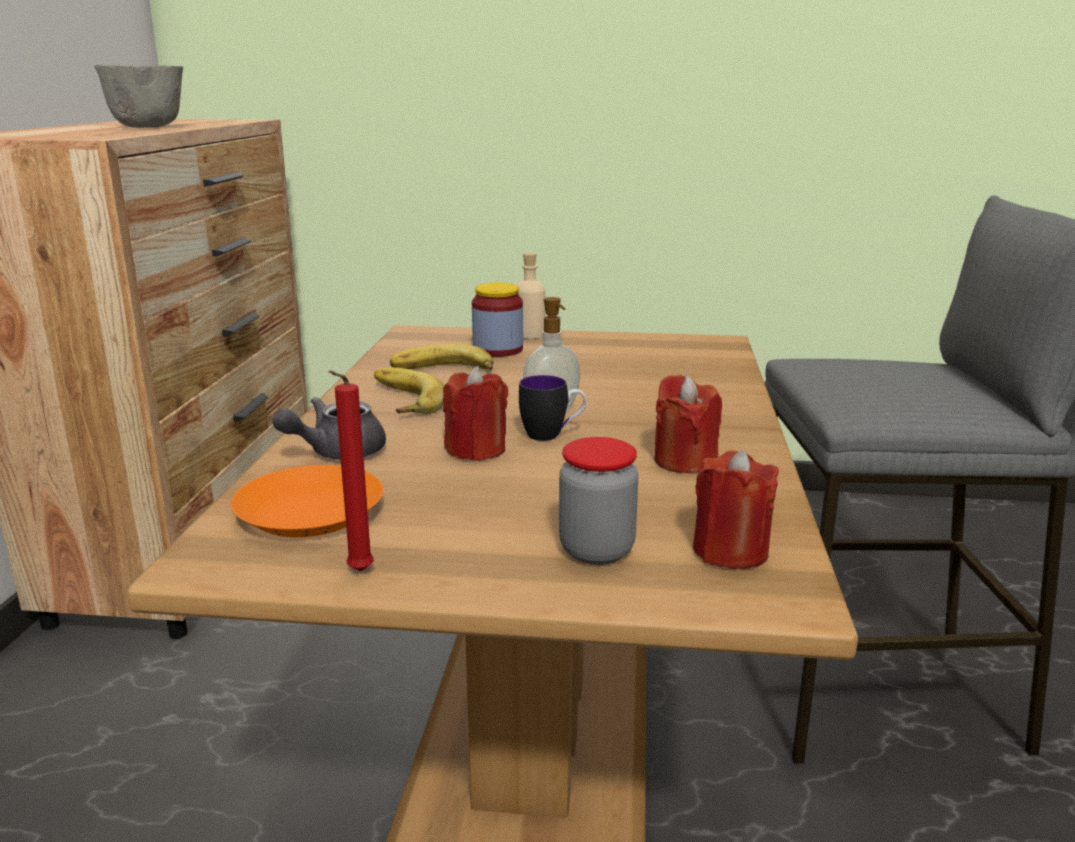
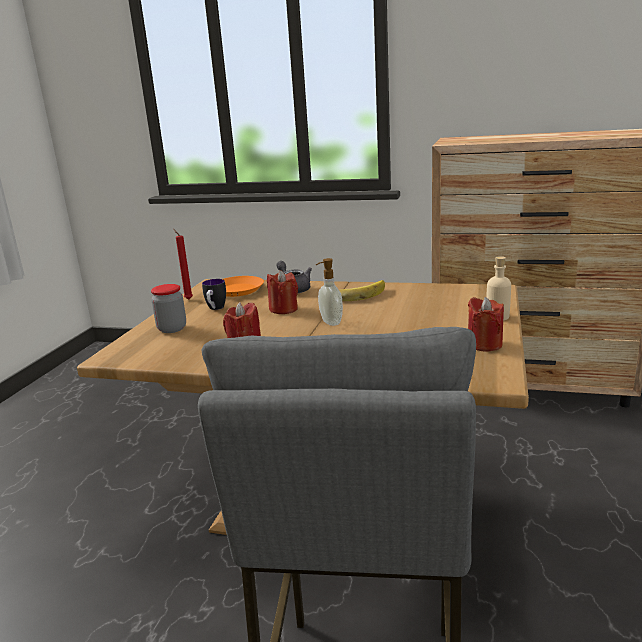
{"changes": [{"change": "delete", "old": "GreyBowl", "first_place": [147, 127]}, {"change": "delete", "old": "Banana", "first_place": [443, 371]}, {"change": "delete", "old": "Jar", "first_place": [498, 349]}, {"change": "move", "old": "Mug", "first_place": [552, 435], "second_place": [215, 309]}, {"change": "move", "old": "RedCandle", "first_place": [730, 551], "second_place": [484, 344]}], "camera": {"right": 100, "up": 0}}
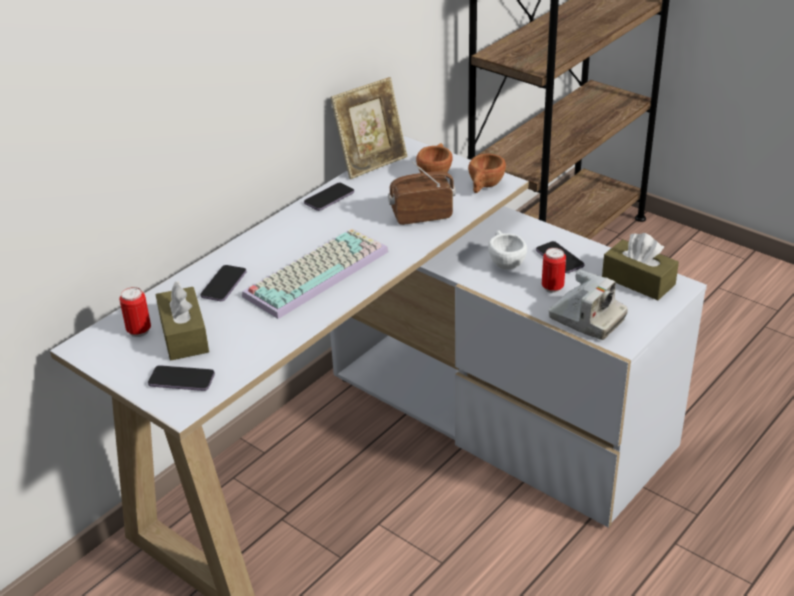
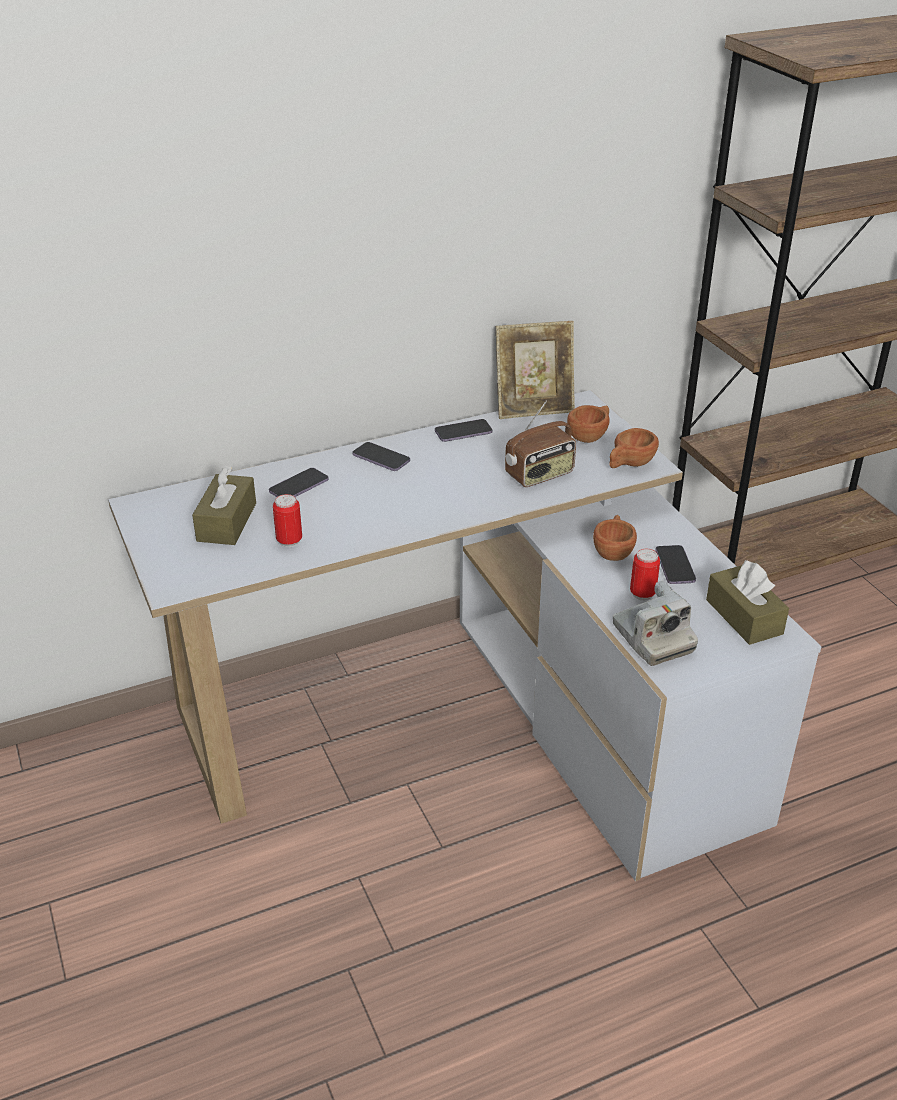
{"changes": [{"change": "move", "old": "Can", "first_place": [139, 331], "second_place": [289, 541]}, {"change": "move", "old": "Phone", "first_place": [181, 380], "second_place": [381, 458]}, {"change": "delete", "old": "Keyboard", "first_place": [316, 271]}, {"change": "rotate", "old": "Radio", "first_place": [421, 215], "second_place": [540, 475], "degrees": 135}, {"change": "recolor", "old": "WhiteCup", "new": "BrownCup", "first_place": [504, 261], "second_place": [613, 551]}], "camera": {"right": 25, "up": 0}}
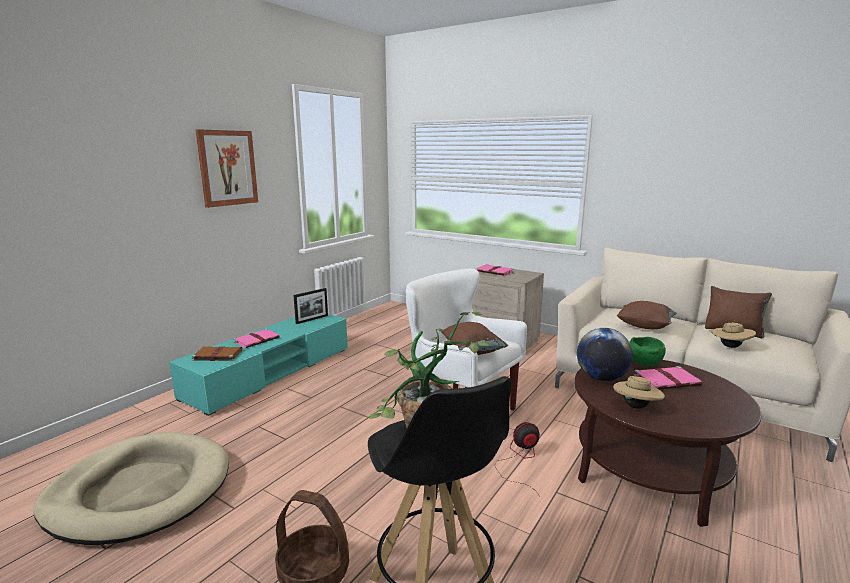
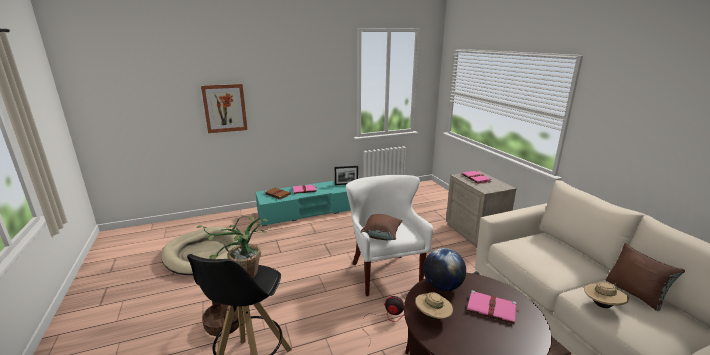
{"changes": [{"change": "move", "old": "Picture", "first_place": [227, 168], "second_place": [225, 108]}, {"change": "delete", "old": "BrownPillow", "first_place": [645, 326]}, {"change": "delete", "old": "GreenBowl", "first_place": [644, 363]}], "camera": {"right": 35, "up": 5}}
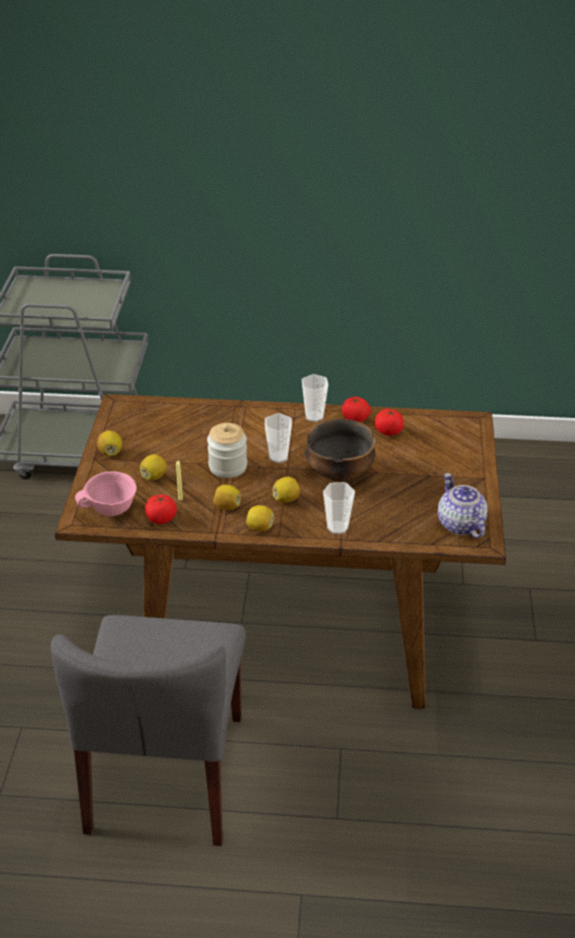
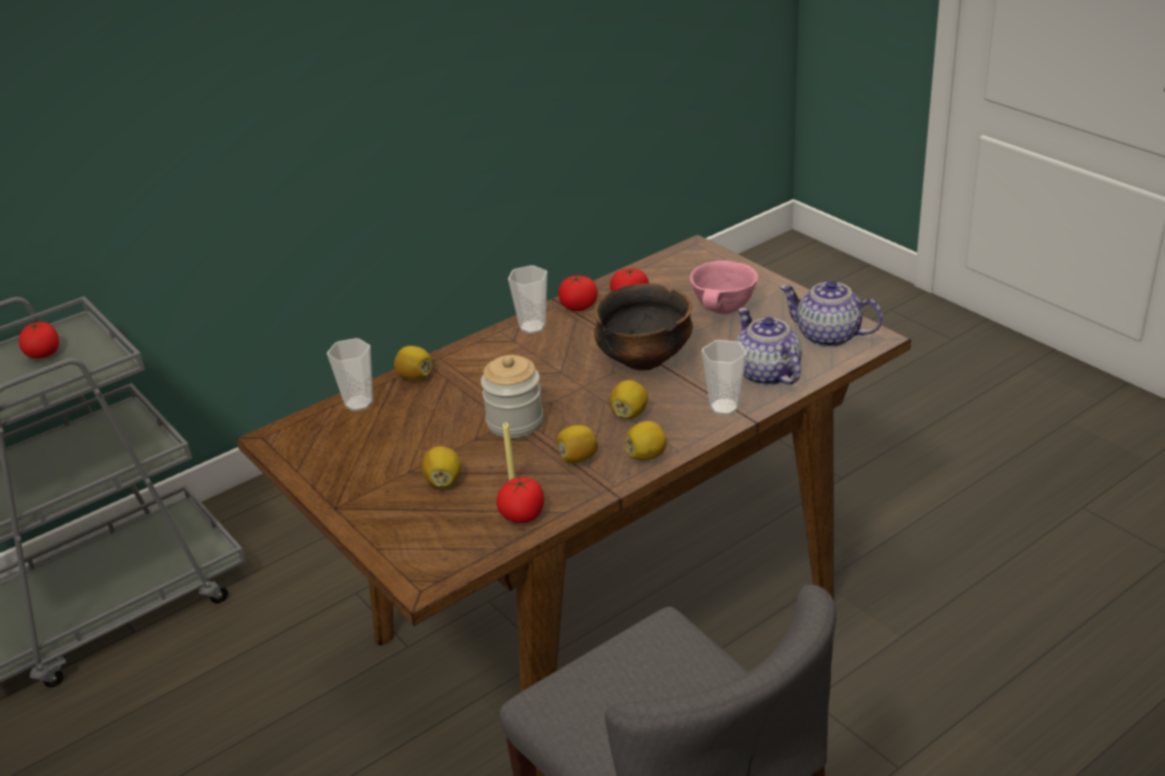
{"changes": [{"change": "move", "old": "PinkBowl", "first_place": [111, 510], "second_place": [724, 309]}, {"change": "move", "old": "Lemon", "first_place": [111, 452], "second_place": [415, 376]}, {"change": "move", "old": "Cup", "first_place": [278, 457], "second_place": [359, 403]}, {"change": "insert", "new": "Tomato", "second_place": [44, 354]}, {"change": "insert", "new": "Teapot", "second_place": [767, 374]}], "camera": {"right": -40, "up": -5}}
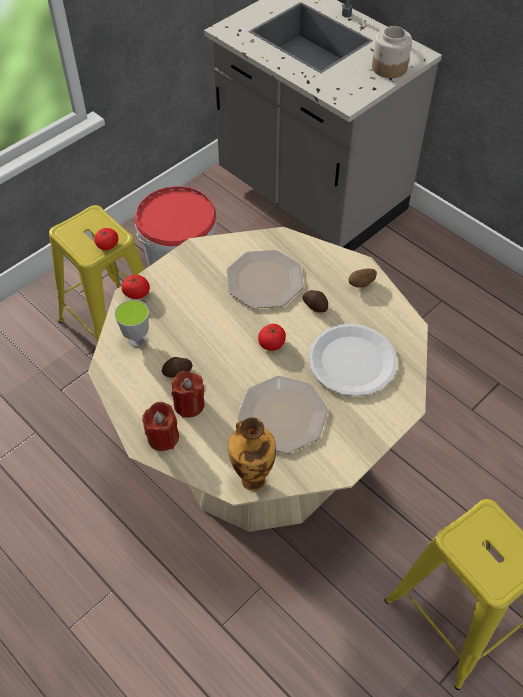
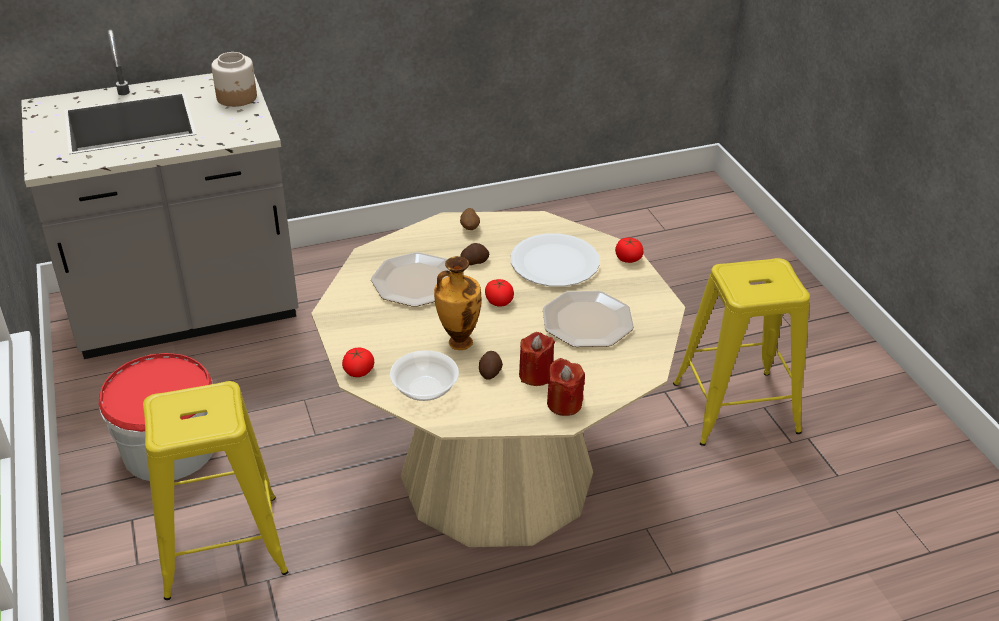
{"changes": [{"change": "move", "old": "Tomato", "first_place": [107, 245], "second_place": [628, 258]}, {"change": "replace", "old": "Cup", "new": "Bowl", "first_place": [137, 340], "second_place": [425, 388]}, {"change": "move", "old": "Vase", "first_place": [252, 478], "second_place": [458, 342]}], "camera": {"right": -65, "up": -15}}
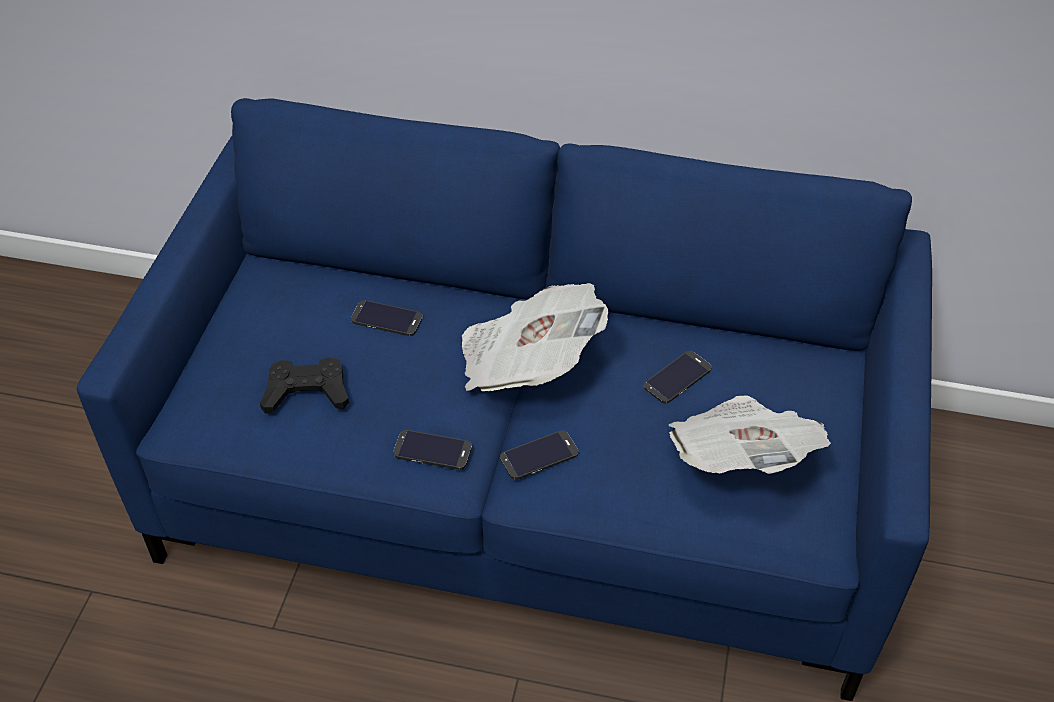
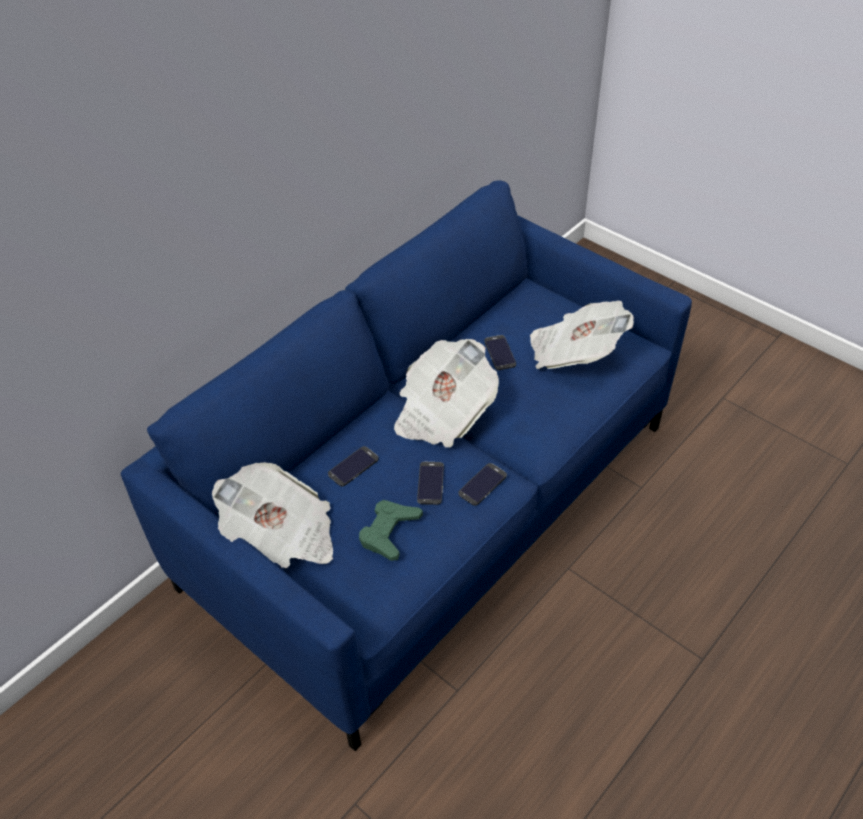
{"changes": [{"change": "recolor", "old": "BlackGameController", "new": "GreenGameController", "first_place": [306, 392], "second_place": [389, 532]}, {"change": "move", "old": "Phone", "first_place": [539, 455], "second_place": [430, 483]}, {"change": "insert", "new": "Newspaper", "second_place": [282, 536]}], "camera": {"right": -60, "up": 0}}
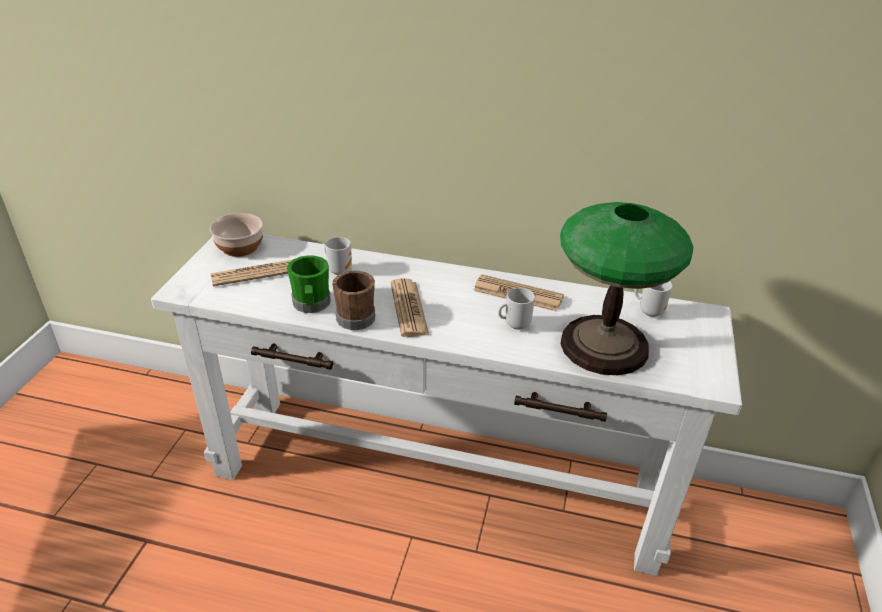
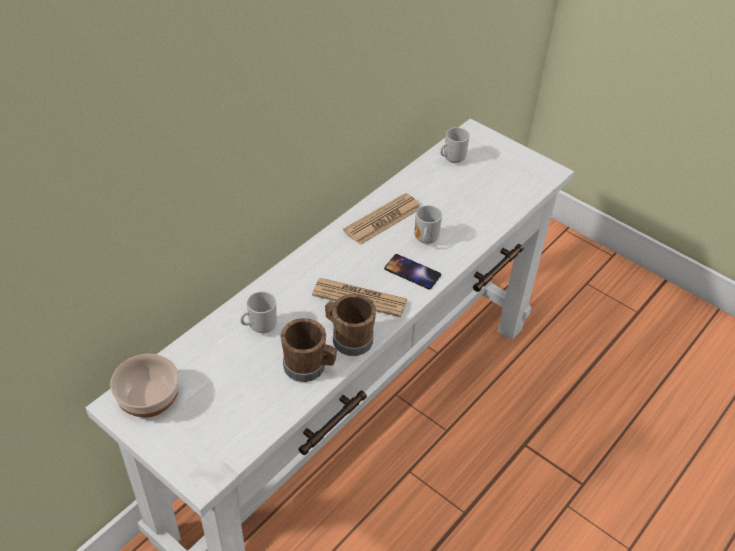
{"changes": [{"change": "delete", "old": "Newspaper", "first_place": [255, 273]}, {"change": "recolor", "old": "GreenMug", "new": "BrownMug", "first_place": [311, 305], "second_place": [309, 367]}, {"change": "delete", "old": "TableLamp", "first_place": [605, 345]}, {"change": "insert", "new": "Phone", "second_place": [412, 272]}], "camera": {"right": -65, "up": 10}}
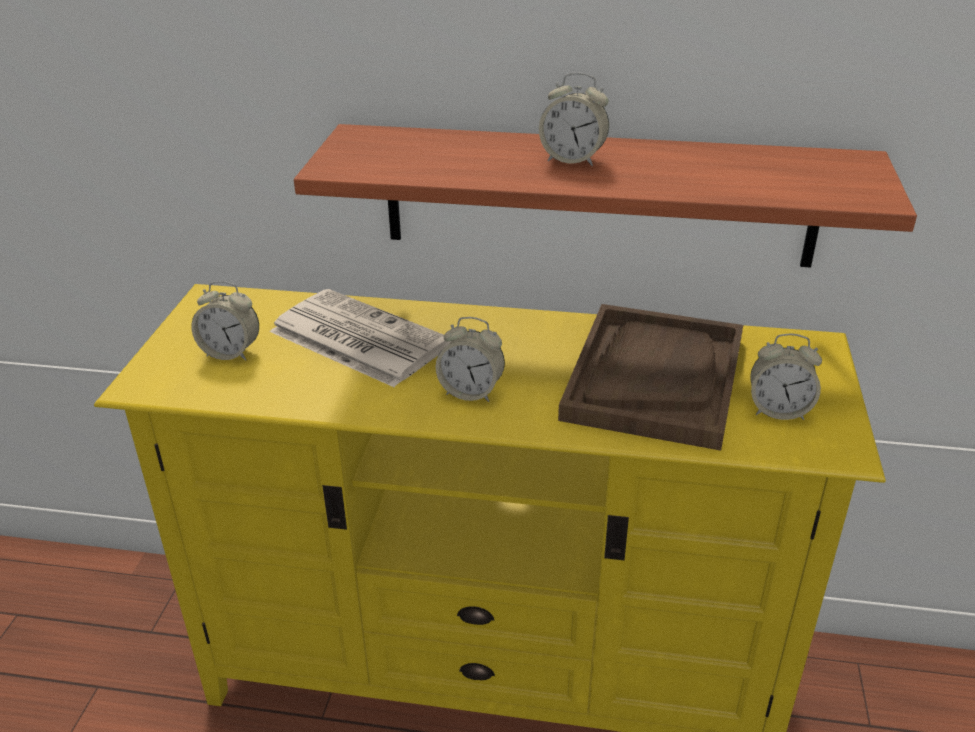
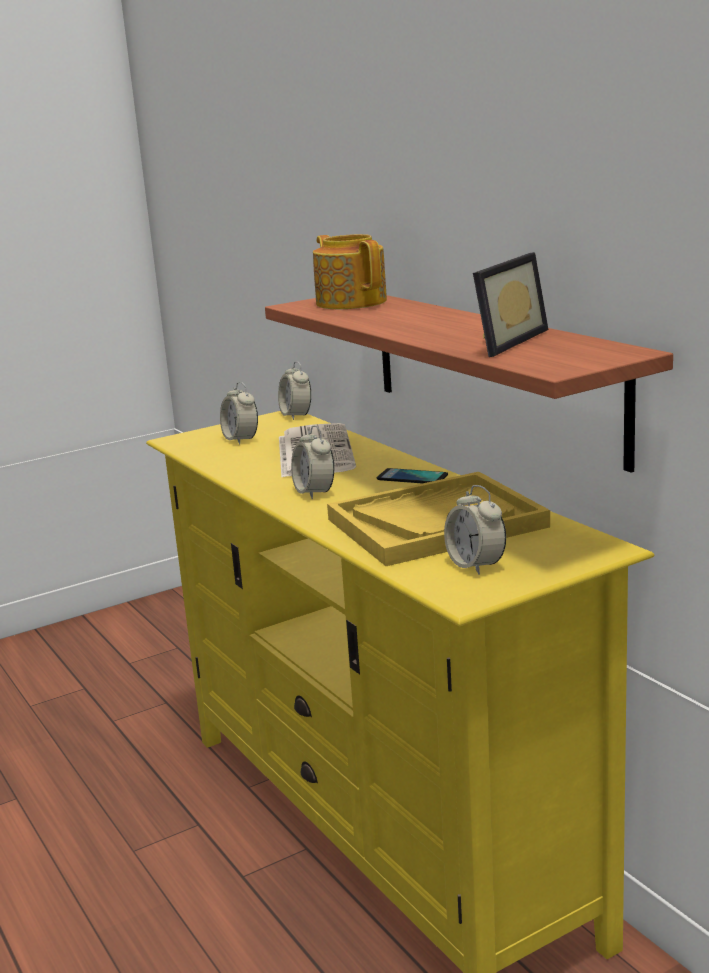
{"changes": [{"change": "move", "old": "AlarmClock", "first_place": [573, 160], "second_place": [296, 416]}, {"change": "recolor", "old": "BrownTray", "new": "YellowTray", "first_place": [654, 377], "second_place": [436, 523]}, {"change": "insert", "new": "Teapot", "second_place": [351, 302]}, {"change": "insert", "new": "Phone", "second_place": [412, 478]}, {"change": "insert", "new": "PictureFrame", "second_place": [501, 342]}], "camera": {"right": 50, "up": -15}}
